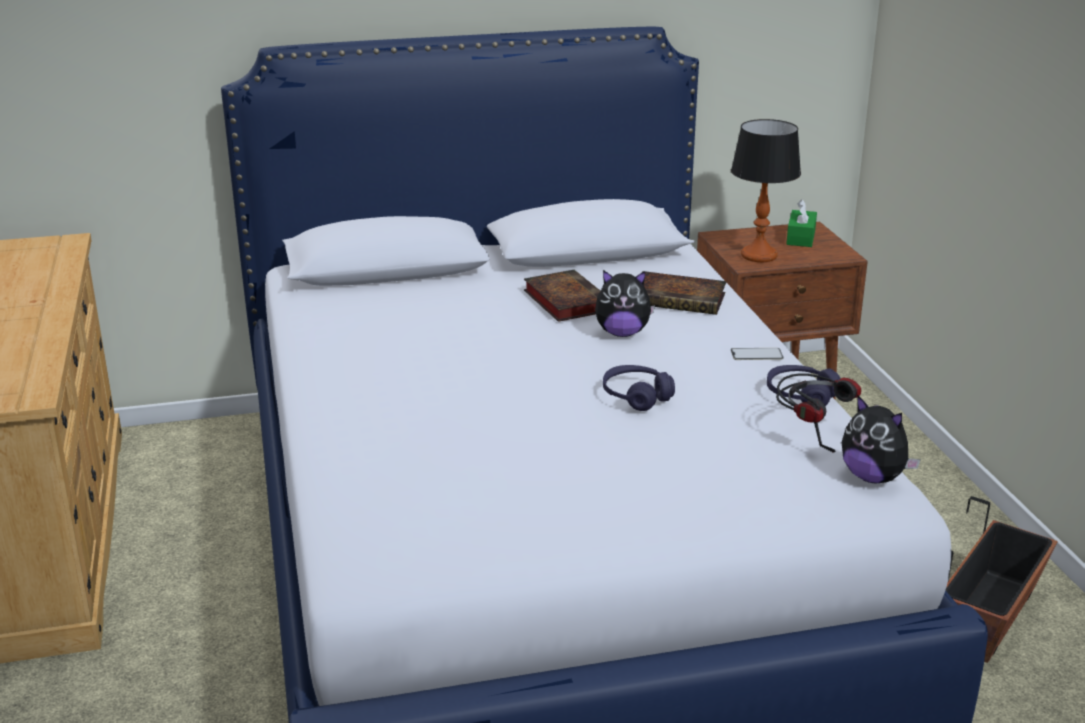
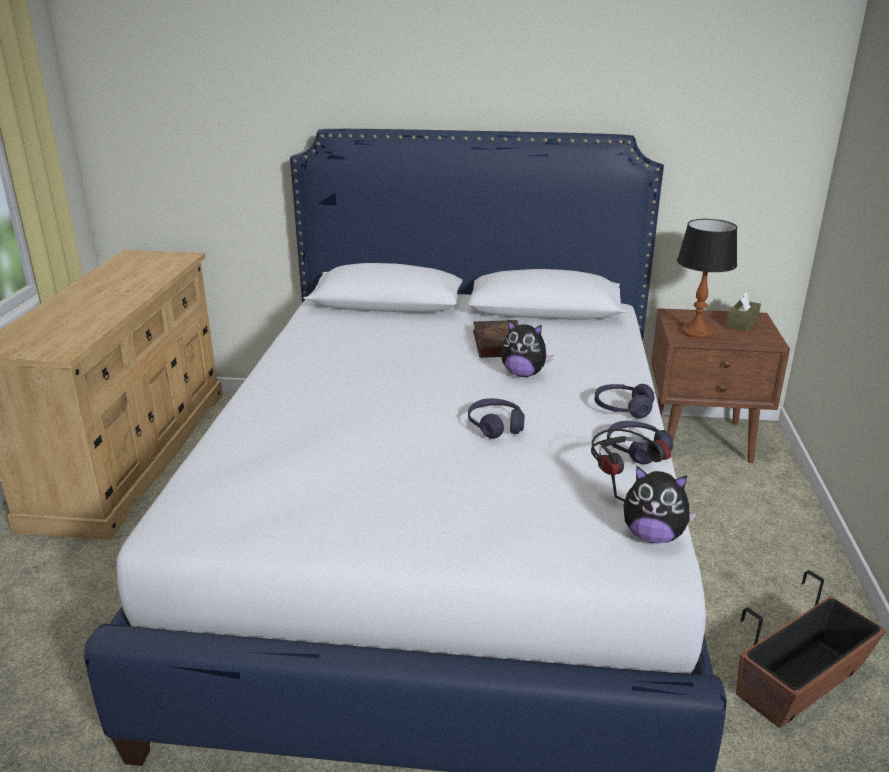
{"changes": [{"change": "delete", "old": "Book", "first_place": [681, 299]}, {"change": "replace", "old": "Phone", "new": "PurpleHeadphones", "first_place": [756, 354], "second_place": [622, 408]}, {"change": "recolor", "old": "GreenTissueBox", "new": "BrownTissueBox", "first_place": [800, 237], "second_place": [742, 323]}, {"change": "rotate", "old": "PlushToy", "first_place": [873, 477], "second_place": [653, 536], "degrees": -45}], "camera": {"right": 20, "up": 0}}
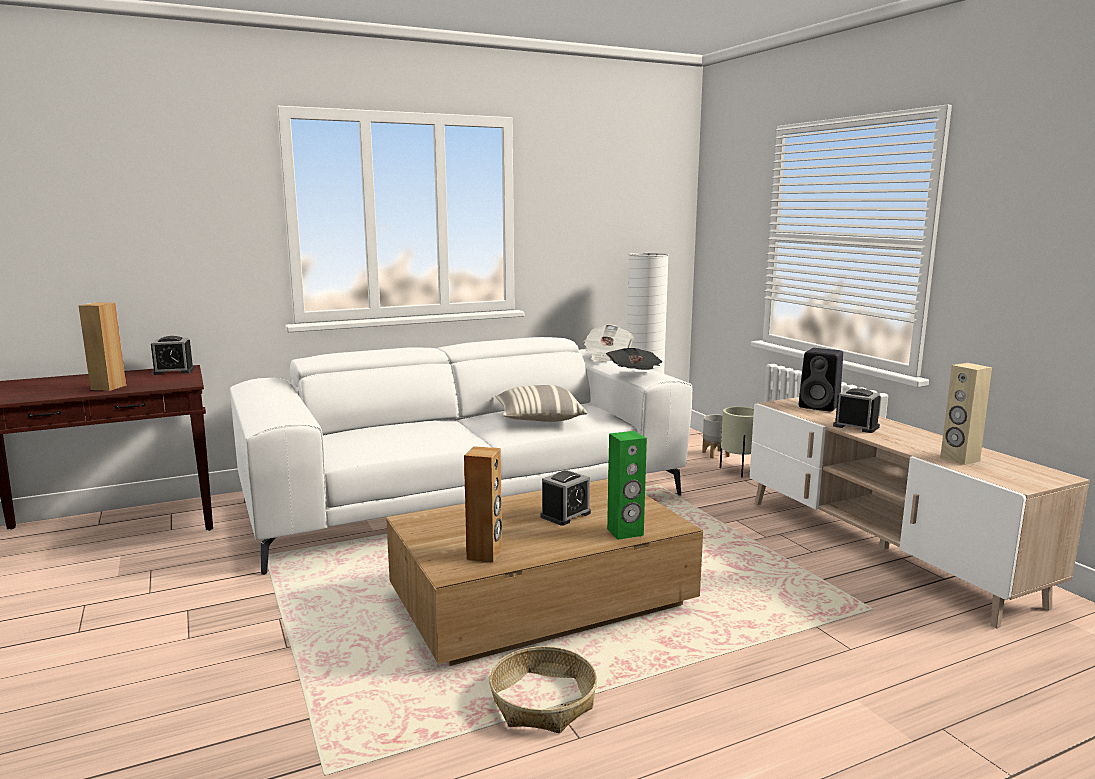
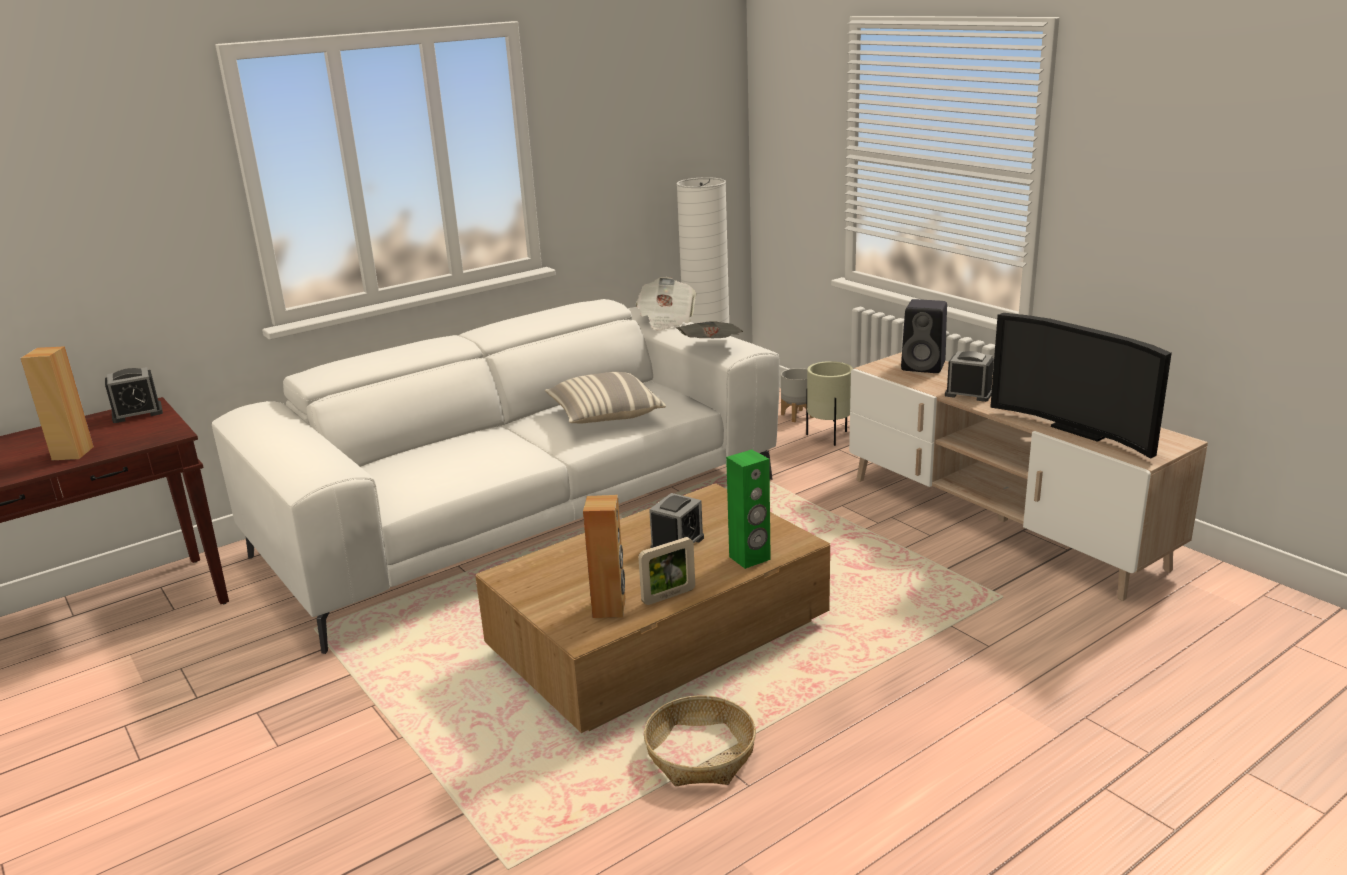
{"changes": [{"change": "replace", "old": "BeigeSpeaker", "new": "Television", "first_place": [959, 459], "second_place": [1081, 429]}, {"change": "insert", "new": "PictureFrame", "second_place": [668, 596]}], "camera": {"right": -10, "up": 10}}
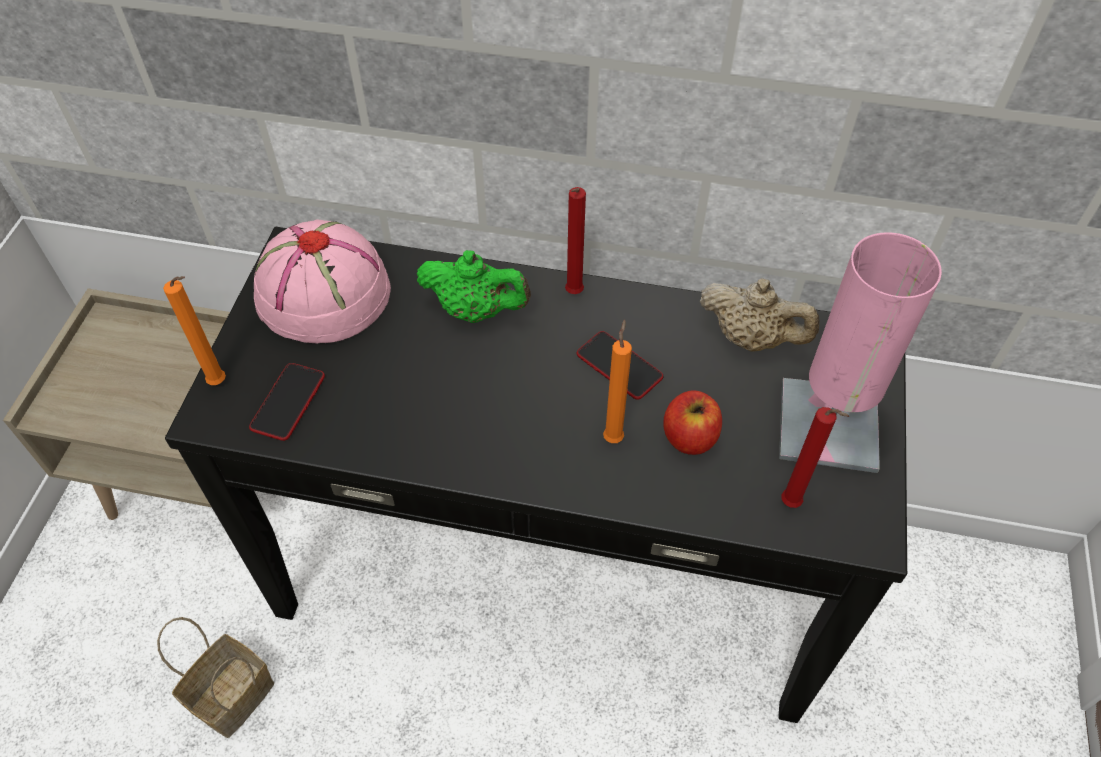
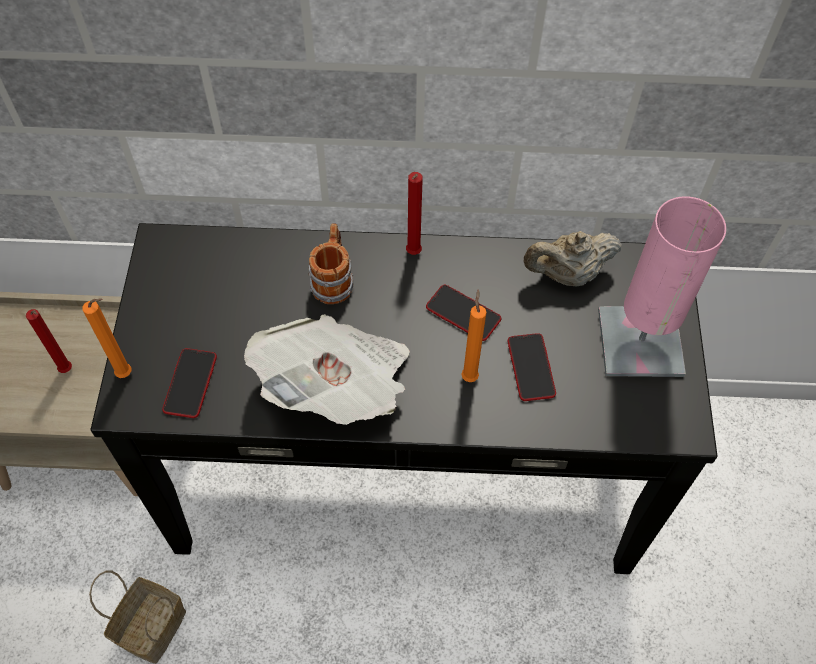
{"changes": [{"change": "delete", "old": "PinkHat", "first_place": [322, 293]}, {"change": "replace", "old": "GreenTeapot", "new": "Mug", "first_place": [476, 310], "second_place": [333, 279]}, {"change": "replace", "old": "Apple", "new": "Phone", "first_place": [689, 437], "second_place": [531, 367]}, {"change": "rotate", "old": "BeigeTeapot", "first_place": [751, 338], "second_place": [567, 274], "degrees": 150}, {"change": "move", "old": "RedCandle", "first_place": [793, 505], "second_place": [67, 371]}, {"change": "insert", "new": "Newspaper", "second_place": [337, 386]}], "camera": {"right": -10, "up": 5}}
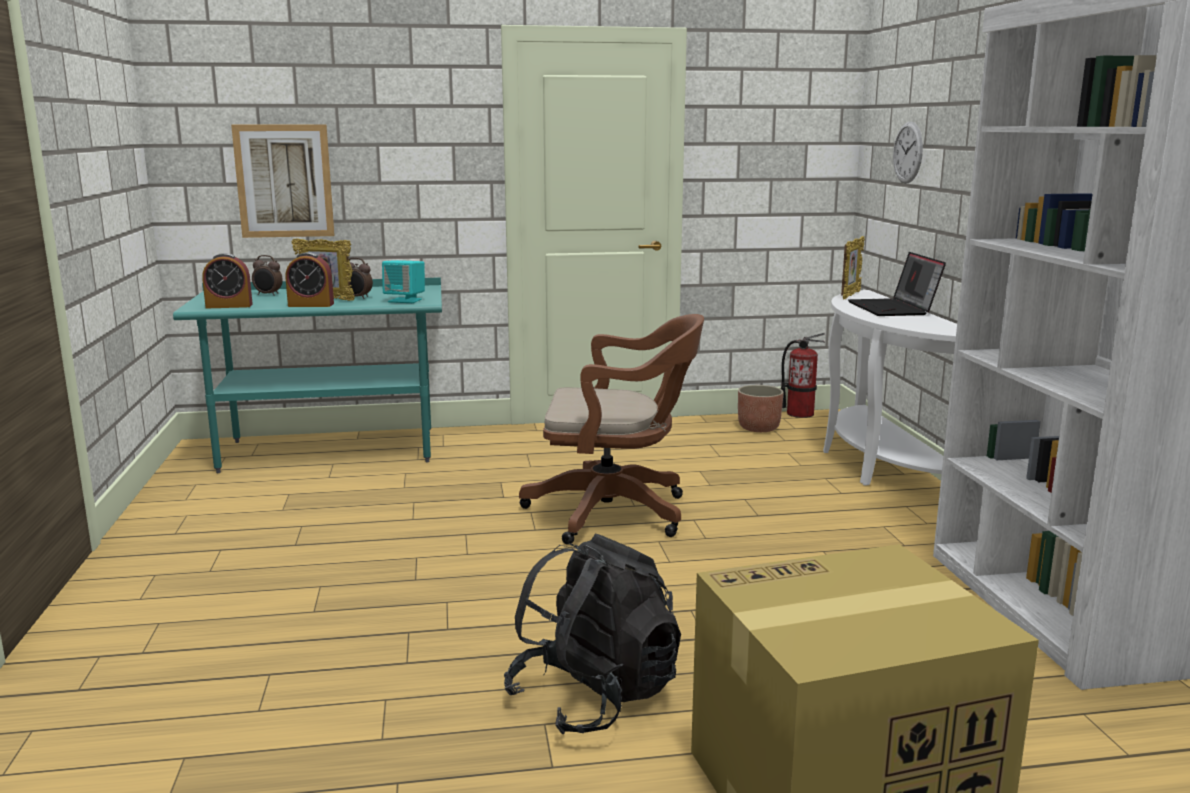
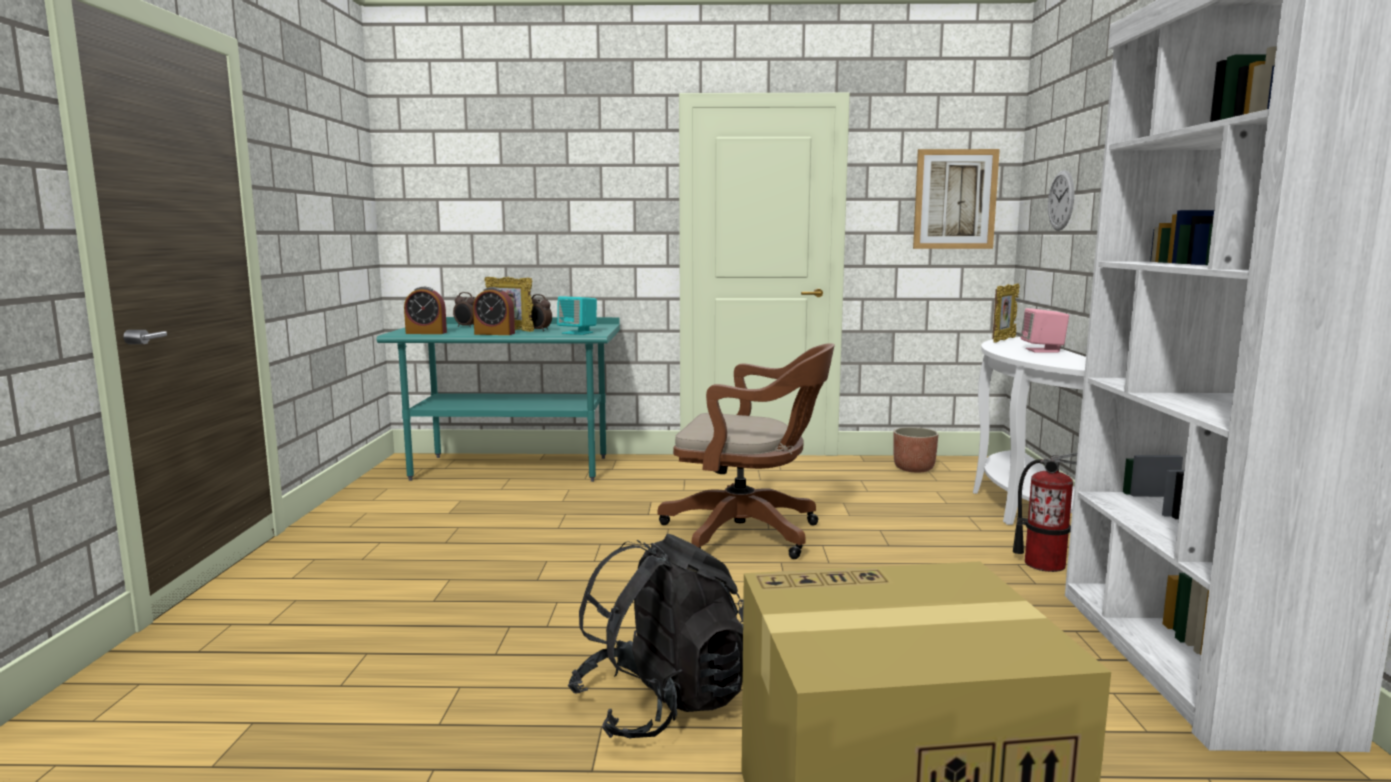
{"changes": [{"change": "move", "old": "Picture", "first_place": [284, 181], "second_place": [955, 199]}, {"change": "move", "old": "FireExtinguisher", "first_place": [799, 414], "second_place": [1044, 564]}, {"change": "replace", "old": "Laptop", "new": "PinkSpeaker", "first_place": [894, 309], "second_place": [1042, 350]}], "camera": {"right": 10, "up": -5}}
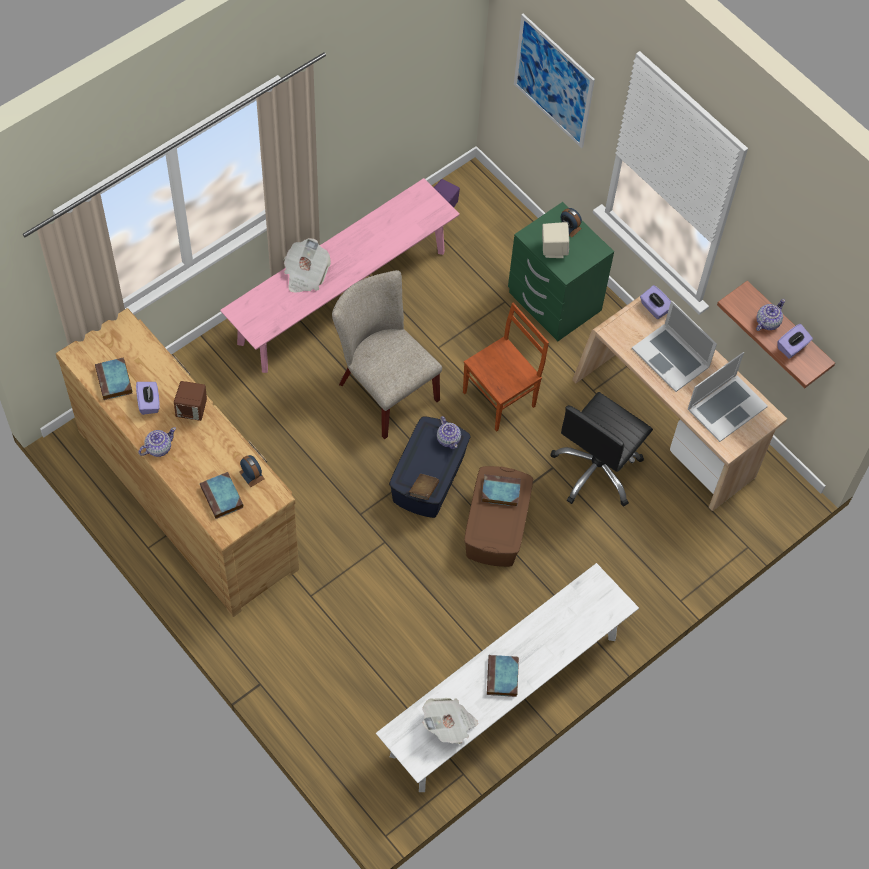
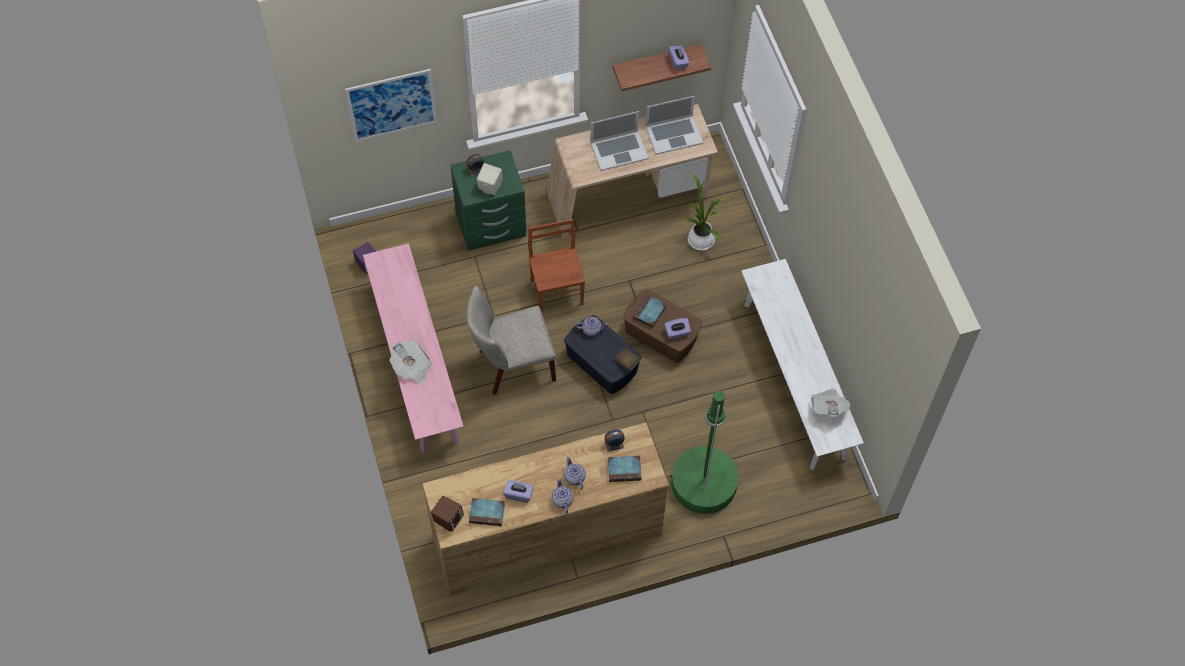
{"changes": [{"change": "move", "old": "BrownSpeaker", "first_place": [192, 410], "second_place": [448, 519]}, {"change": "delete", "old": "Book", "first_place": [502, 678]}, {"change": "delete", "old": "BlackOfficeChair", "first_place": [597, 470]}, {"change": "move", "old": "PurpleTissueBox", "first_place": [654, 308], "second_place": [677, 332]}, {"change": "rotate", "old": "Laptop", "first_place": [726, 407], "second_place": [674, 134], "degrees": 90}, {"change": "move", "old": "Teapot", "first_place": [767, 322], "second_place": [574, 478]}, {"change": "insert", "new": "GreenFloorLamp", "second_place": [703, 483]}, {"change": "insert", "new": "PottedPlant", "second_place": [700, 238]}], "camera": {"right": -65, "up": 0}}
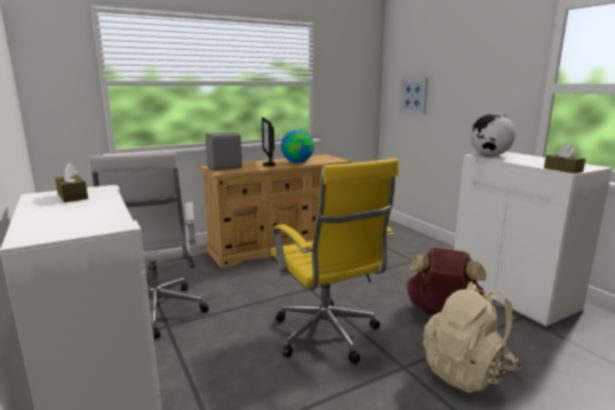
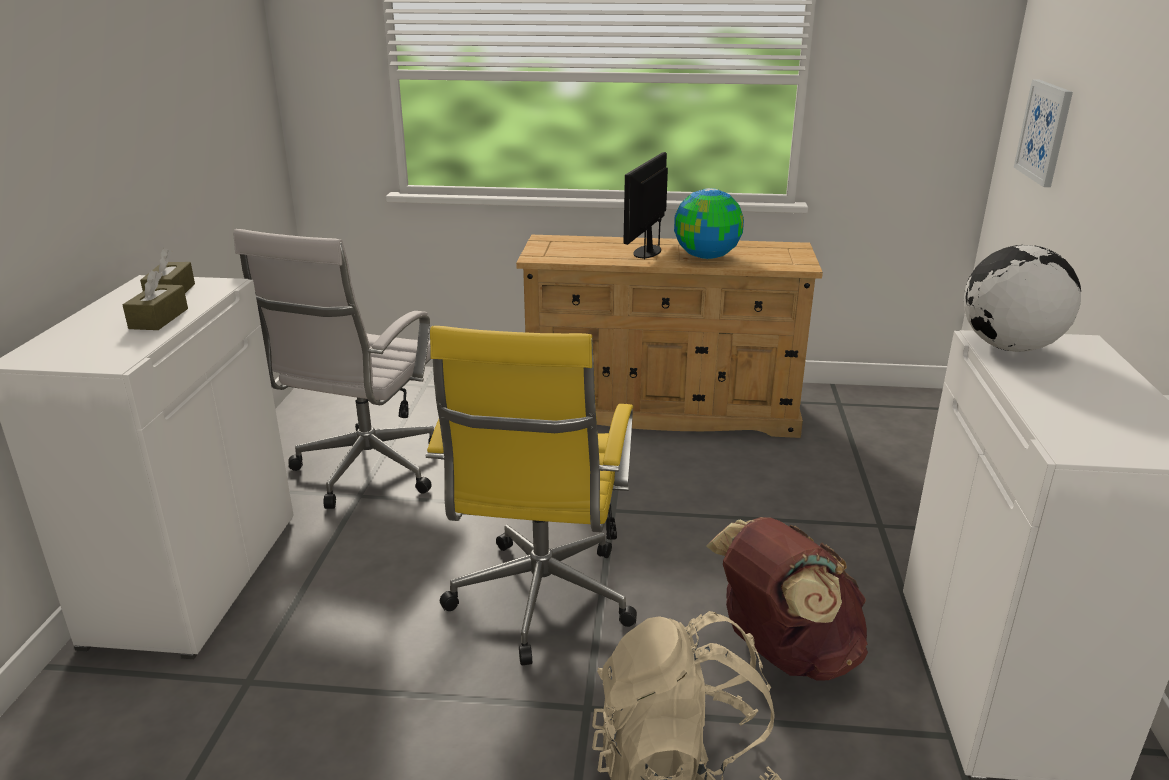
{"changes": [{"change": "delete", "old": "GreySpeaker", "first_place": [225, 168]}, {"change": "move", "old": "BrownTissueBox", "first_place": [563, 170], "second_place": [159, 318]}], "camera": {"right": 35, "up": 10}}
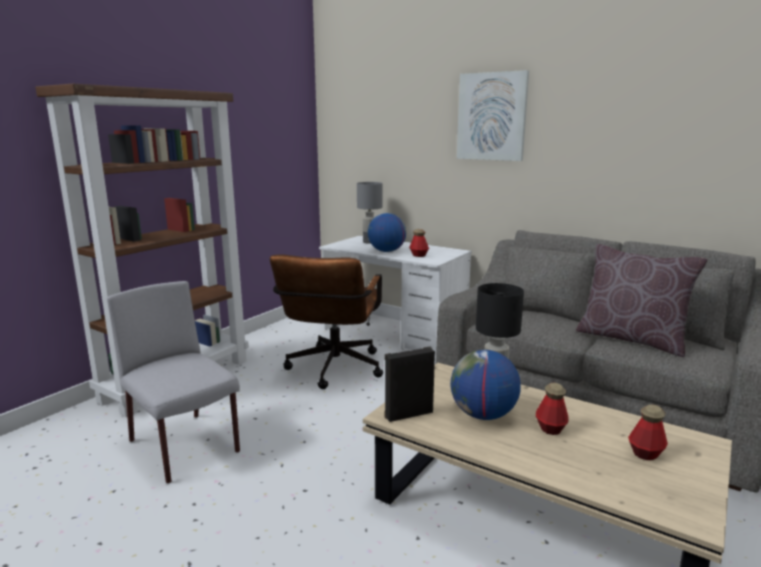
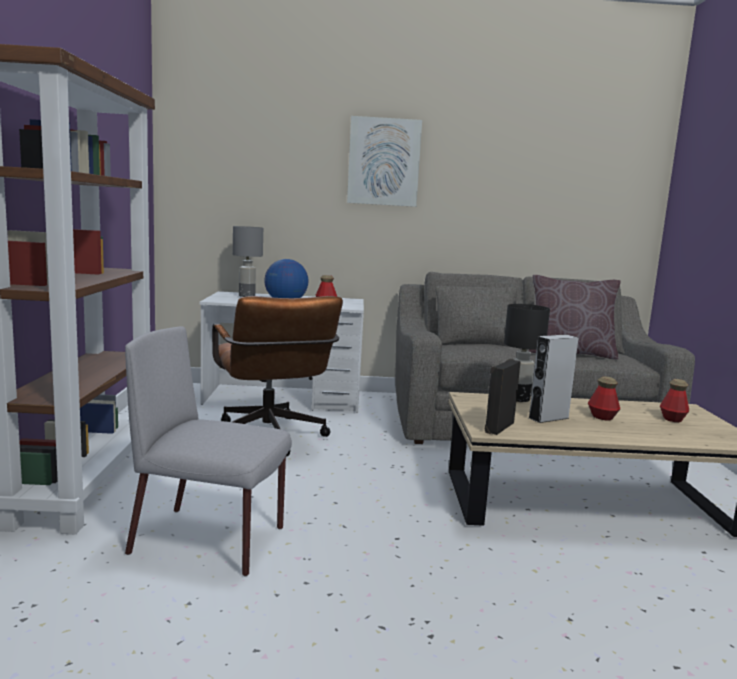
{"changes": [{"change": "replace", "old": "Globe", "new": "GreySpeaker", "first_place": [483, 415], "second_place": [548, 418]}], "camera": {"right": -35, "up": -5}}
